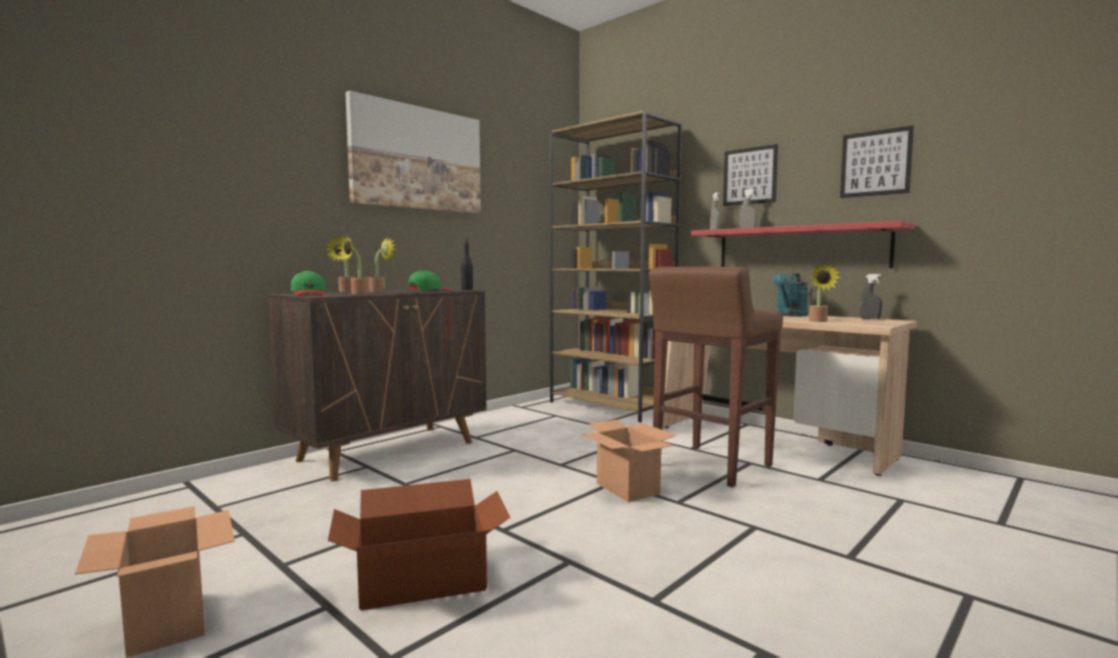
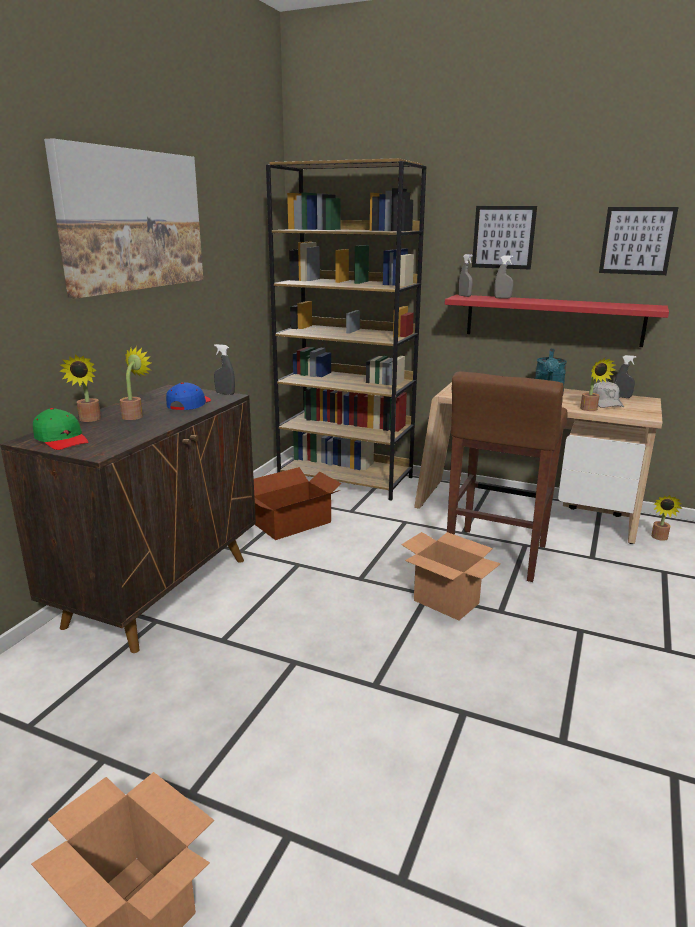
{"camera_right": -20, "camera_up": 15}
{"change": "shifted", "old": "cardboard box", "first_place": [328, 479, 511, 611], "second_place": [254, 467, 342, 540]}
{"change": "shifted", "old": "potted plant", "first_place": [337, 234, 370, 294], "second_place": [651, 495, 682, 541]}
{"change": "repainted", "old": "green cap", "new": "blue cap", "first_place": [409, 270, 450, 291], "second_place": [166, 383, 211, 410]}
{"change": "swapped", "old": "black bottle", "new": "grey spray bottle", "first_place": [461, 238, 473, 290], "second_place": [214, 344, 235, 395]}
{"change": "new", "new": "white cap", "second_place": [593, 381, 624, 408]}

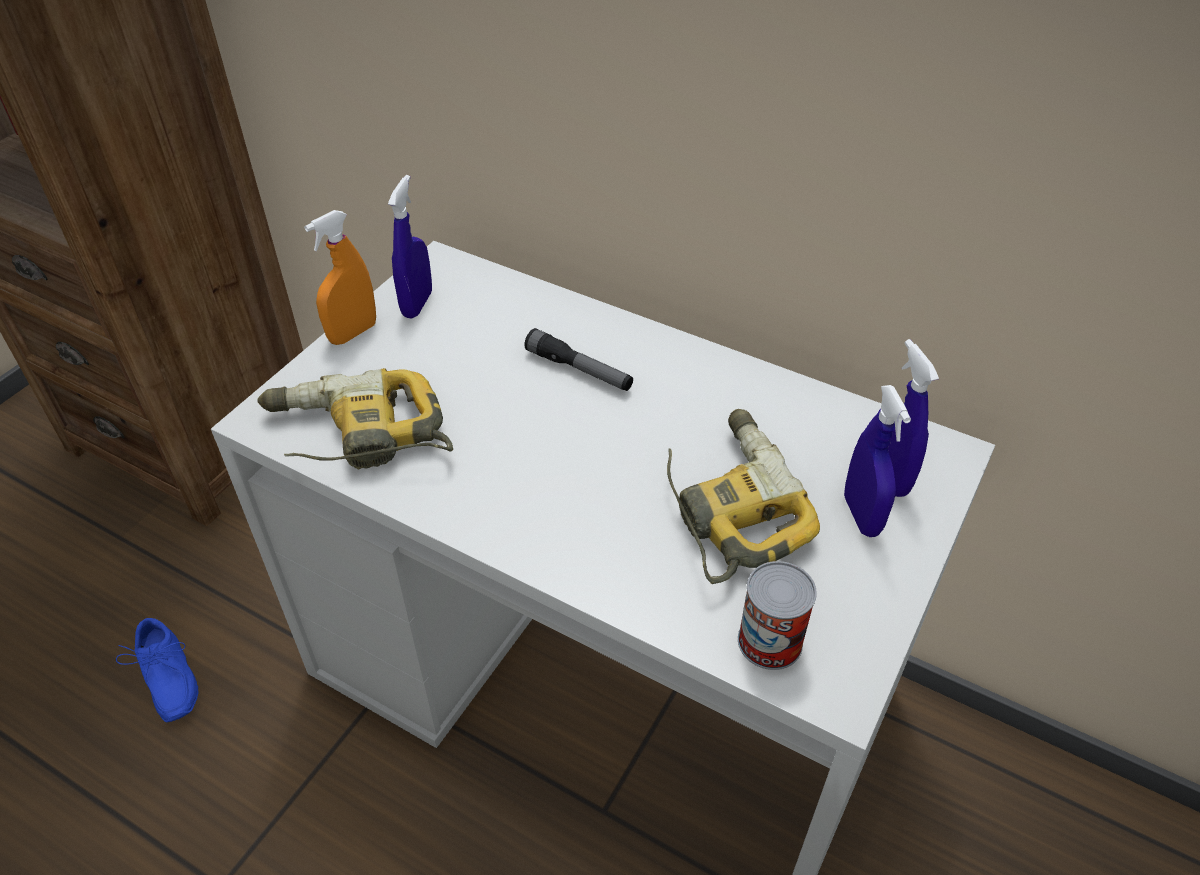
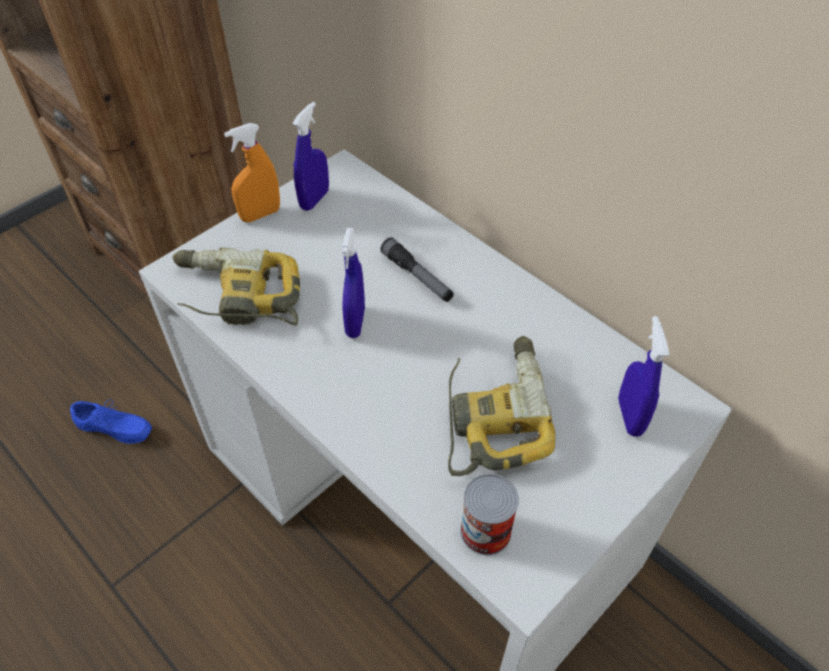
{"camera_right": 15, "camera_up": 5}
{"change": "rotated", "old": "blue shoe", "first_place": [116, 618, 198, 722], "second_place": [70, 399, 152, 444], "degrees": -60}
{"change": "shifted", "old": "blue spray bottle", "first_place": [844, 385, 911, 537], "second_place": [342, 228, 365, 338]}

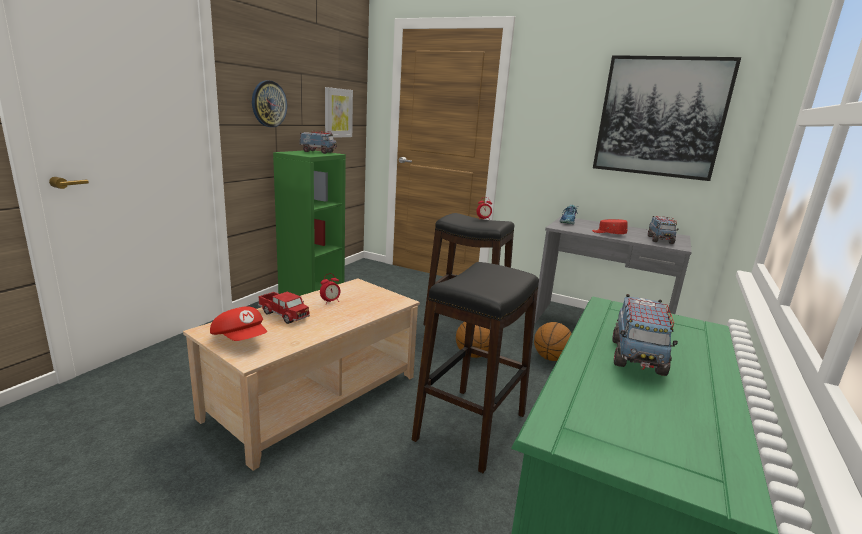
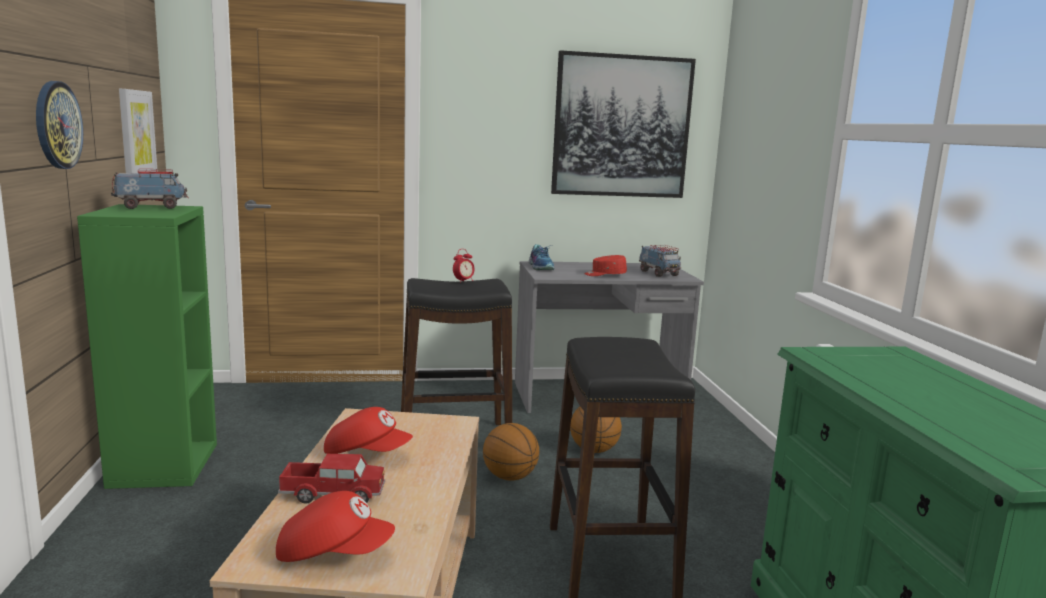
{"camera_right": -35, "camera_up": -5}
{"change": "swapped", "old": "alarm clock", "new": "red cap", "first_place": [320, 273, 341, 304], "second_place": [324, 407, 413, 454]}
{"change": "gone", "old": "toy truck", "first_place": [612, 294, 678, 376]}

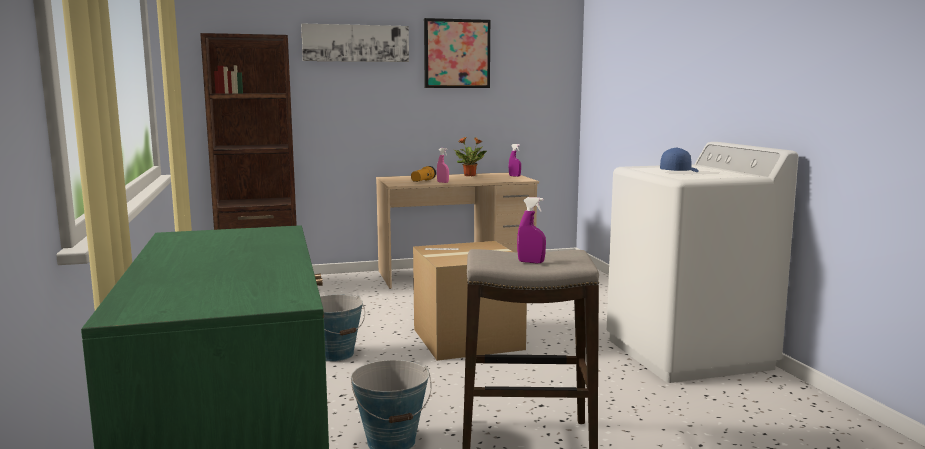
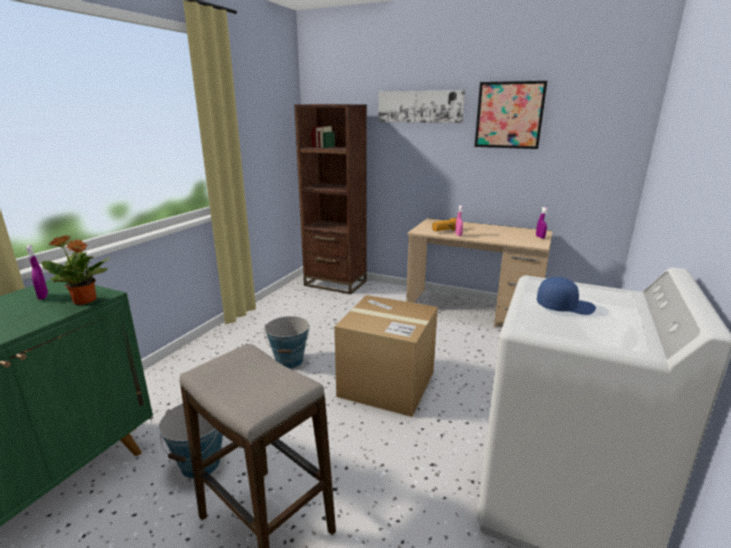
{"camera_right": 40, "camera_up": 10}
{"change": "shifted", "old": "potted plant", "first_place": [454, 137, 487, 176], "second_place": [41, 235, 110, 305]}
{"change": "shifted", "old": "purple spray bottle", "first_place": [517, 197, 546, 264], "second_place": [26, 245, 48, 300]}

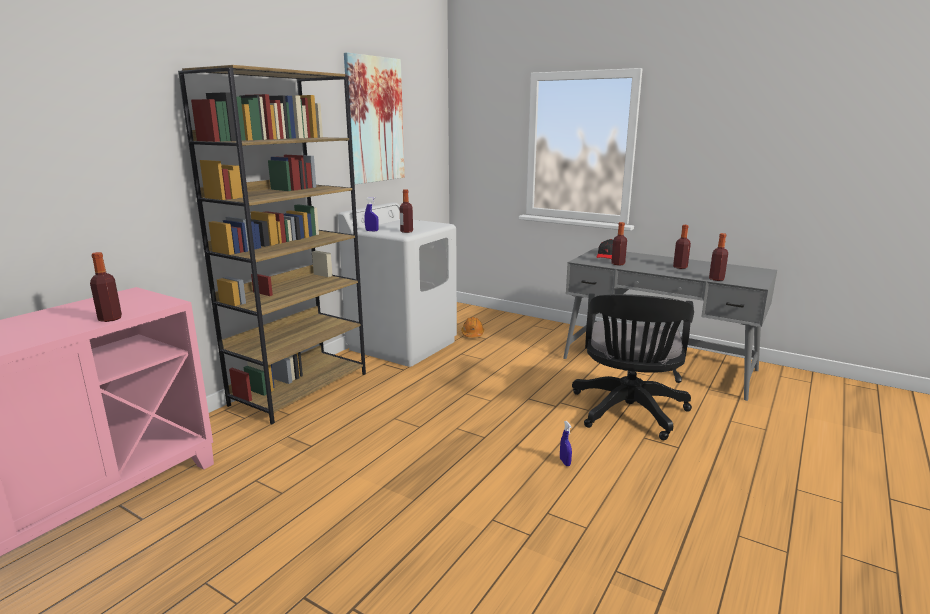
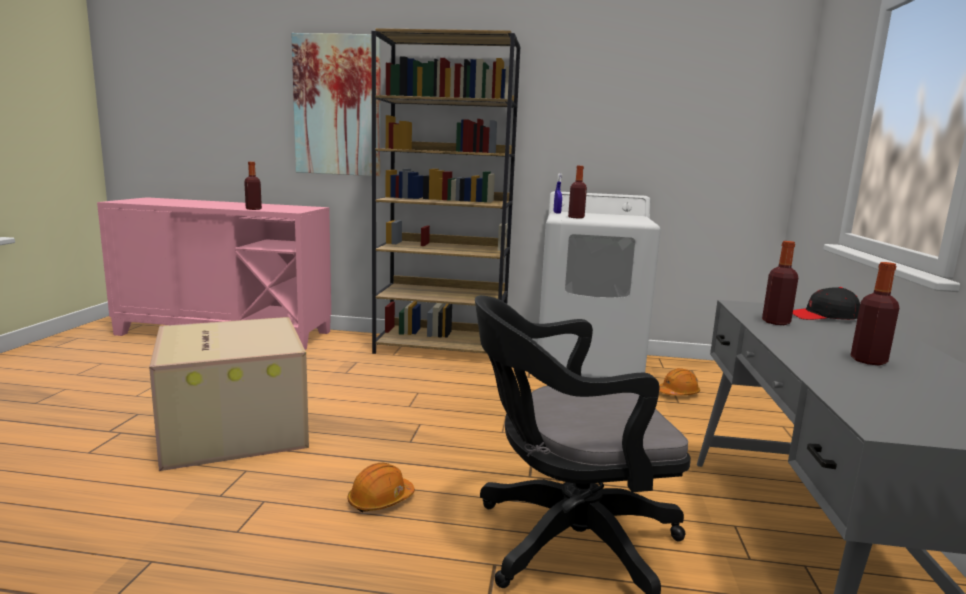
{"camera_right": 65, "camera_up": -5}
{"change": "shifted", "old": "picture", "first_place": [344, 52, 405, 185], "second_place": [291, 33, 381, 176]}
{"change": "swapped", "old": "blue spray bottle", "new": "orange hard hat", "first_place": [560, 421, 572, 466], "second_place": [348, 463, 415, 512]}
{"change": "gone", "old": "bottle", "first_place": [709, 233, 728, 281]}
{"change": "new", "new": "cardboard box", "second_place": [149, 317, 309, 471]}

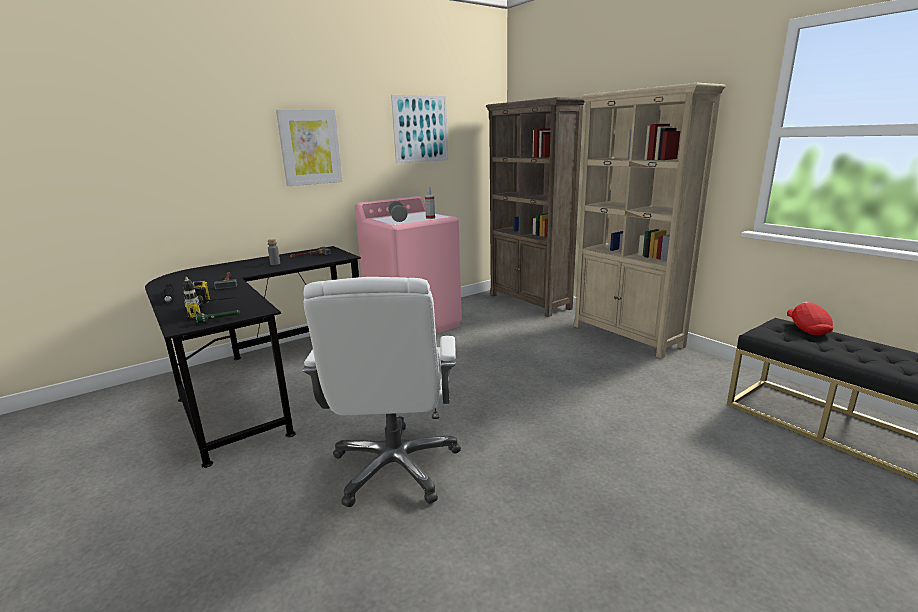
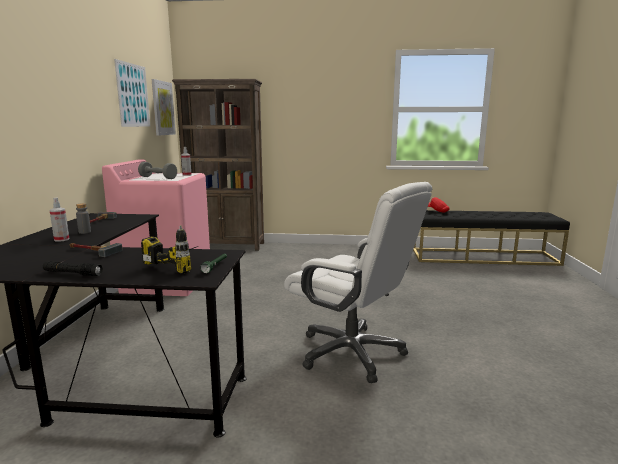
{"camera_right": -50, "camera_up": -5}
{"change": "shifted", "old": "picture", "first_place": [276, 110, 343, 186], "second_place": [152, 79, 176, 136]}
{"change": "gone", "old": "beige bookcase", "first_place": [574, 82, 726, 359]}
{"change": "new", "new": "spray bottle", "second_place": [50, 197, 69, 242]}

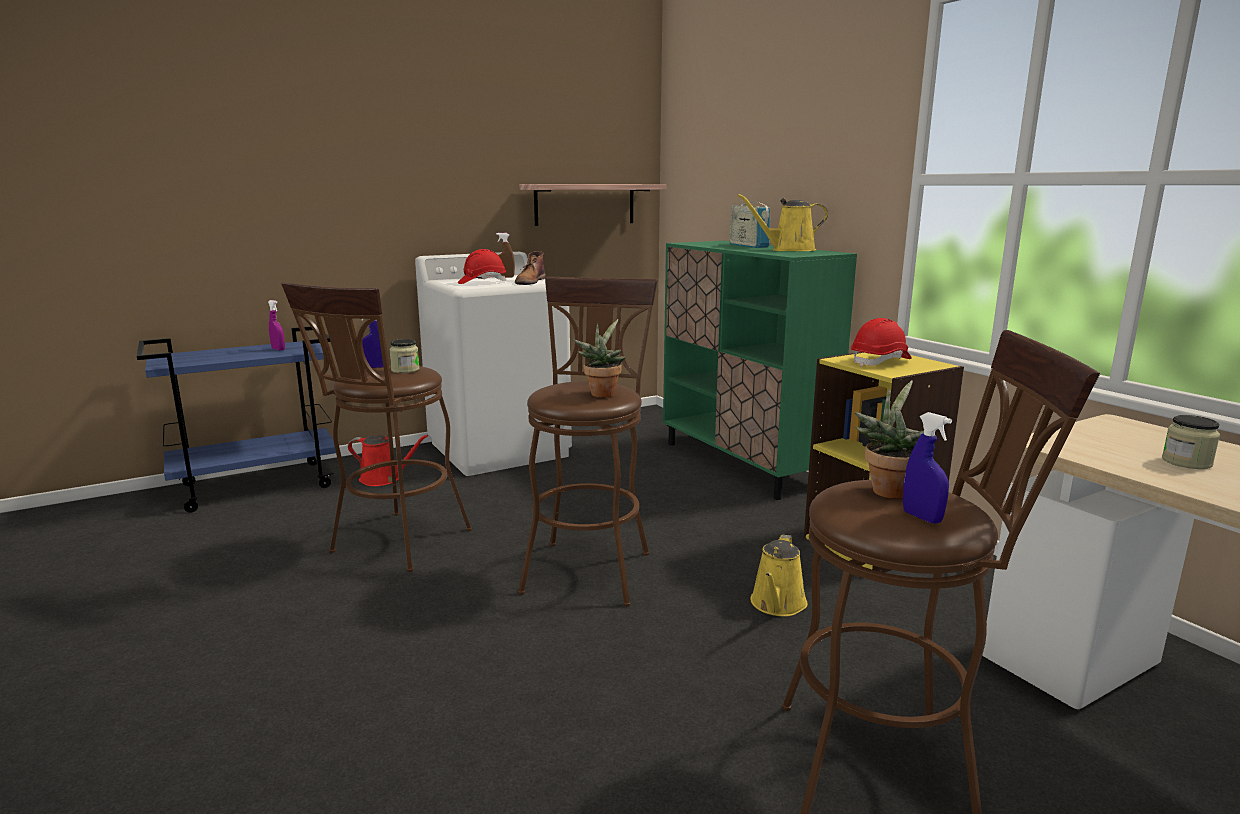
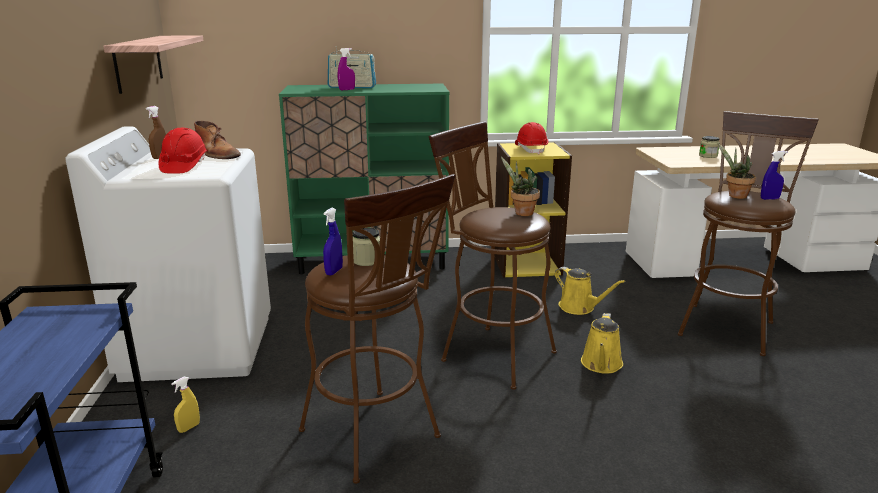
{"camera_right": -65, "camera_up": 5}
{"change": "shifted", "old": "purple spray bottle", "first_place": [268, 300, 285, 351], "second_place": [338, 48, 355, 90]}
{"change": "swapped", "old": "red watering can", "new": "yellow spray bottle", "first_place": [348, 435, 428, 486], "second_place": [171, 377, 200, 433]}
{"change": "shifted", "old": "yellow watering can", "first_place": [737, 194, 828, 251], "second_place": [581, 313, 623, 374]}

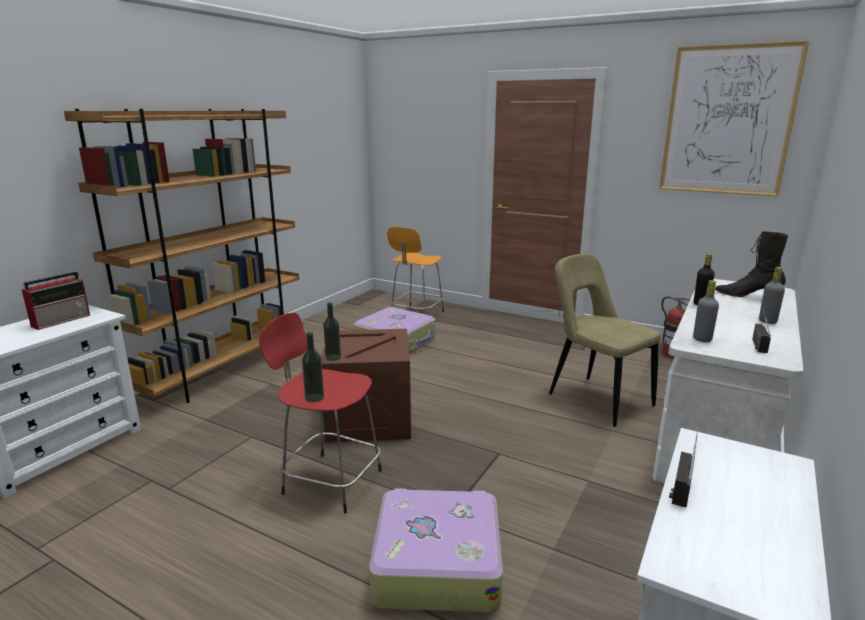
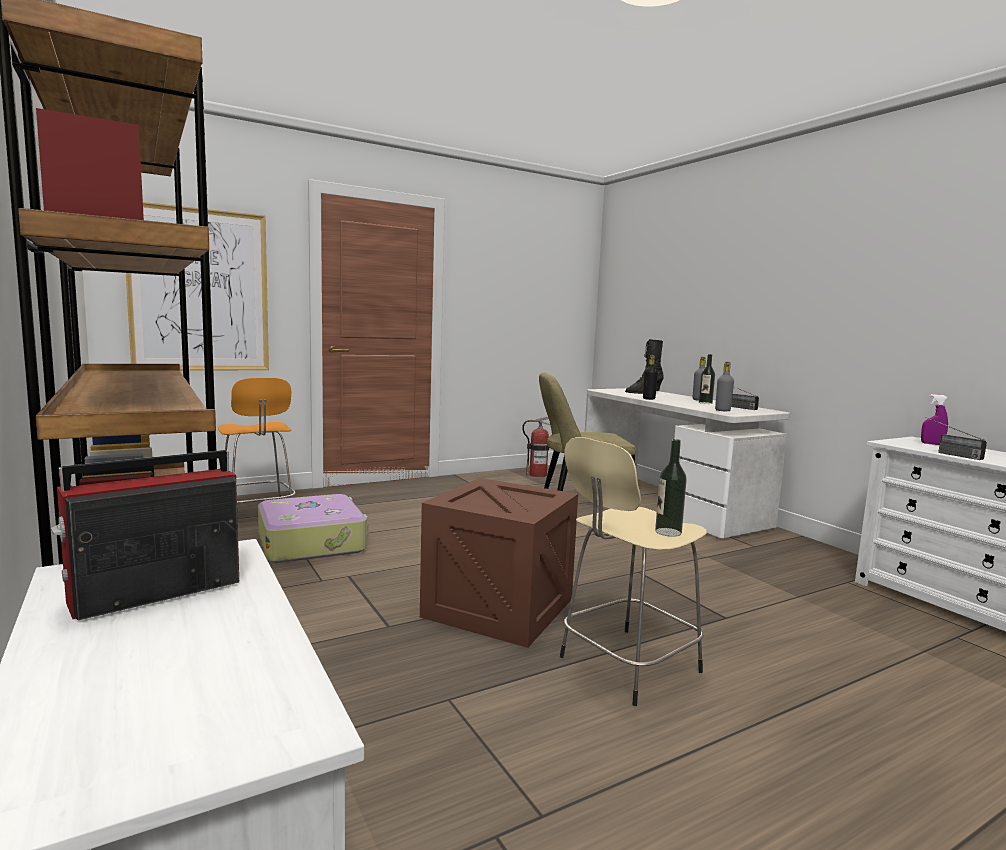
{"camera_right": -60, "camera_up": -10}
{"change": "rotated", "old": "radio", "first_place": [21, 272, 90, 330], "second_place": [51, 450, 239, 620], "degrees": -105}
{"change": "repainted", "old": "red stool", "new": "beige stool", "first_place": [259, 313, 382, 513], "second_place": [560, 437, 707, 706]}
{"change": "shifted", "old": "bottle", "first_place": [323, 302, 341, 361], "second_place": [699, 354, 715, 404]}
{"change": "gone", "old": "suitcase", "first_place": [369, 488, 503, 612]}
{"change": "shifted", "old": "picture", "first_place": [659, 41, 809, 196], "second_place": [126, 202, 269, 371]}
{"change": "new", "new": "purple spray bottle", "second_place": [921, 394, 948, 445]}

